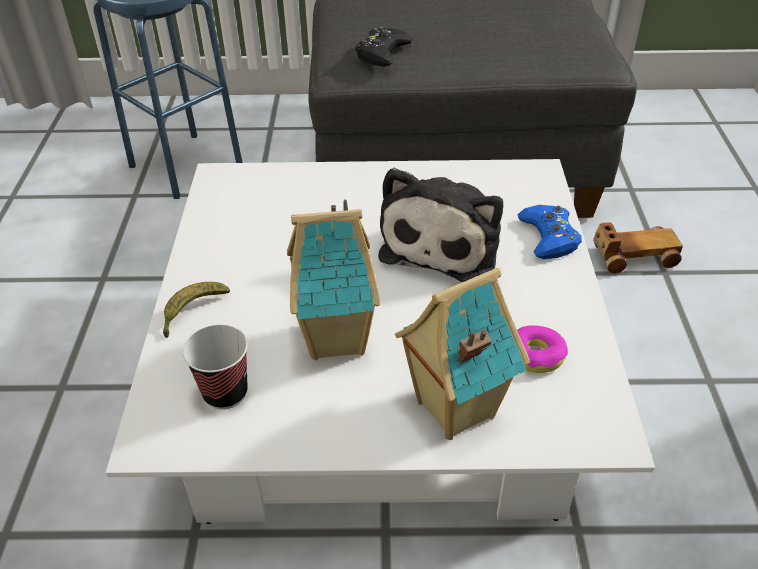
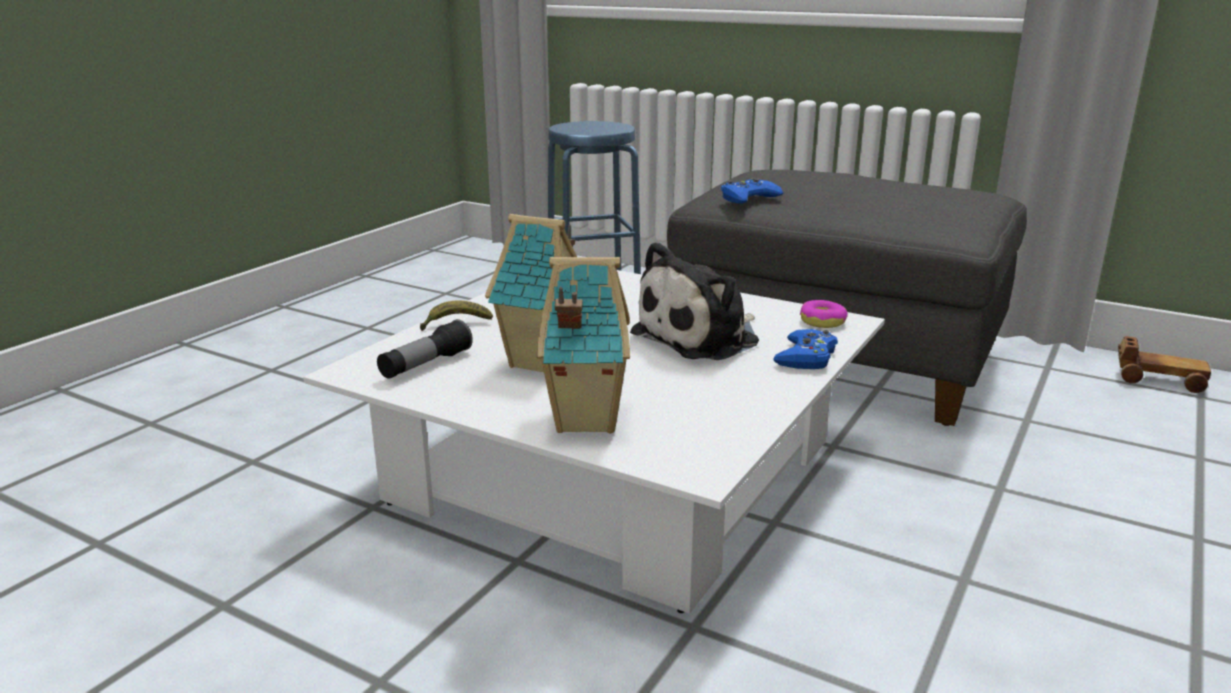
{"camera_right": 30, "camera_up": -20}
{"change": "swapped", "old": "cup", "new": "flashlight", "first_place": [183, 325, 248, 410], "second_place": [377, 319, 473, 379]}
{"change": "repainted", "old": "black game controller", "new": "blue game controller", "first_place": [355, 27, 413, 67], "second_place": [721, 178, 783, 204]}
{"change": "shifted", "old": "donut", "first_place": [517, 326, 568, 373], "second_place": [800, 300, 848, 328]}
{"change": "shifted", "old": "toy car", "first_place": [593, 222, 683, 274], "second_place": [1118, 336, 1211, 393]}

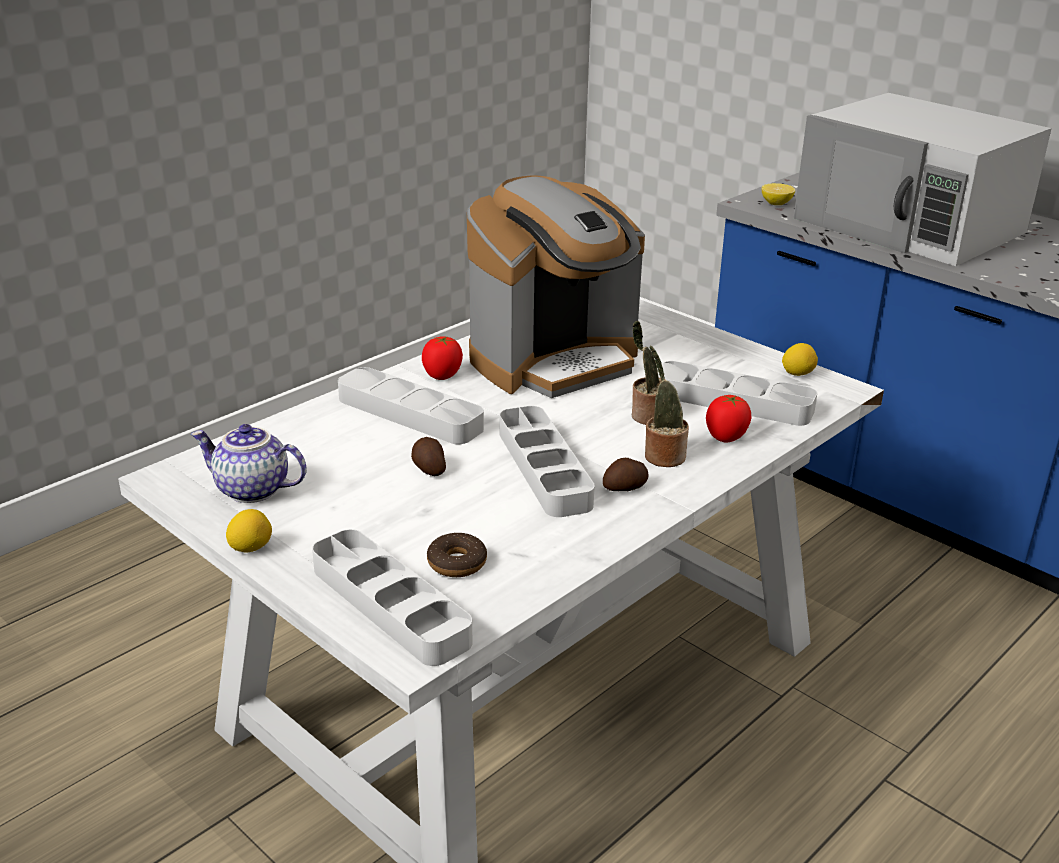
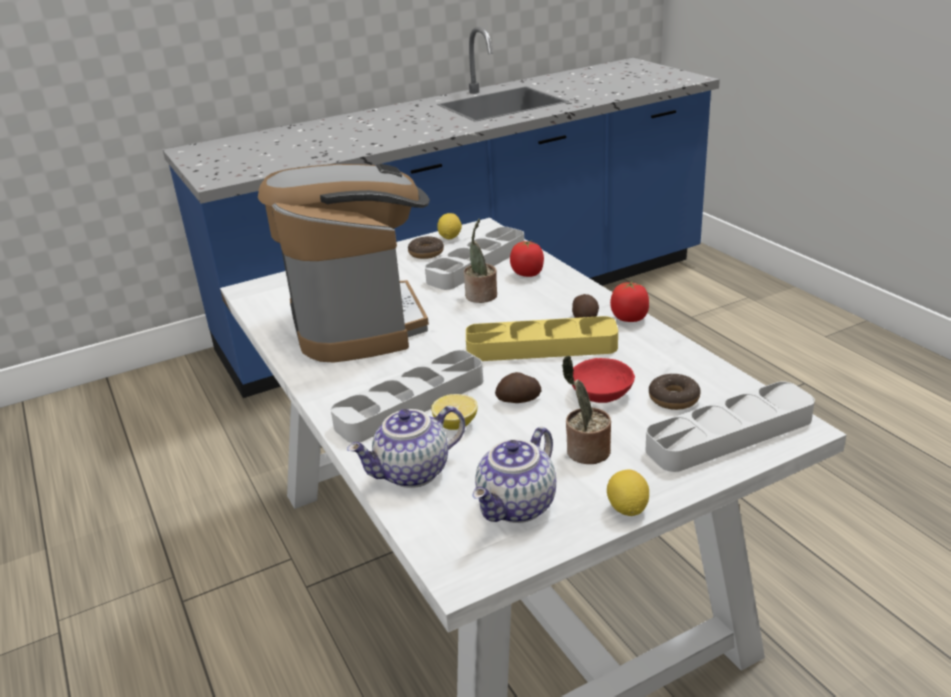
{"camera_right": -70, "camera_up": 0}
{"change": "shifted", "old": "tomato", "first_place": [422, 336, 463, 380], "second_place": [610, 280, 649, 322]}
{"change": "repainted", "old": "grey tray", "new": "yellow tray", "first_place": [499, 406, 595, 517], "second_place": [466, 316, 618, 361]}
{"change": "shifted", "old": "potted plant", "first_place": [645, 346, 689, 467], "second_place": [562, 355, 611, 464]}
{"change": "shifted", "old": "lemon", "first_place": [761, 183, 795, 205], "second_place": [431, 394, 478, 430]}
{"change": "gone", "old": "white microwave", "first_place": [794, 93, 1052, 266]}
{"change": "new", "new": "teapot", "second_place": [347, 406, 465, 488]}
{"change": "new", "new": "donut", "second_place": [408, 236, 444, 259]}
{"change": "new", "new": "red bowl", "second_place": [572, 358, 635, 403]}

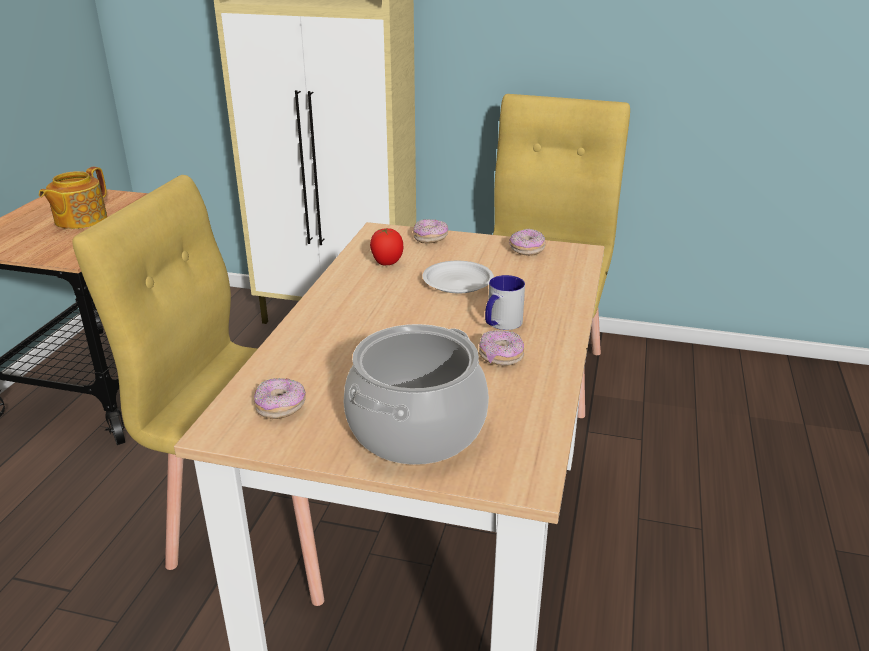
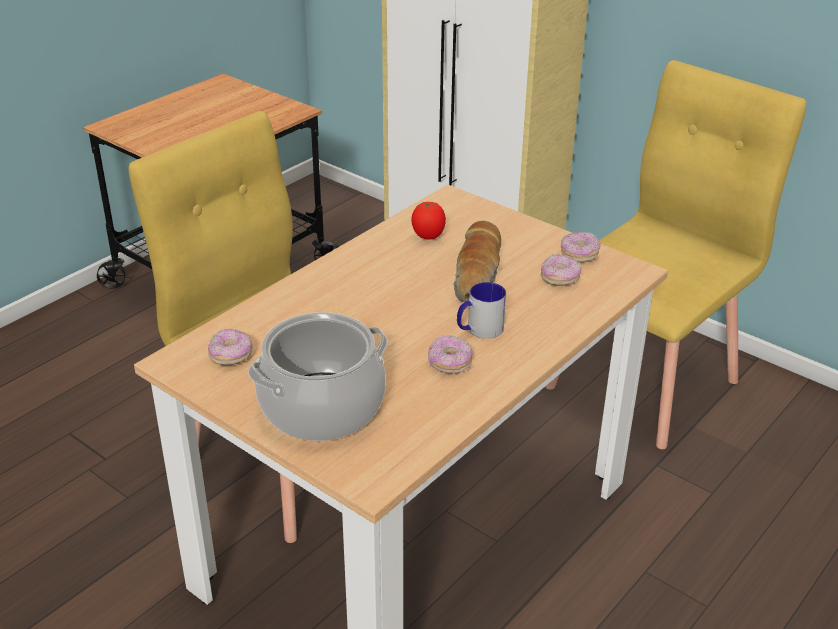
{"camera_right": 25, "camera_up": 5}
{"change": "gone", "old": "teapot", "first_place": [39, 167, 107, 229]}
{"change": "shifted", "old": "donut", "first_place": [413, 219, 448, 244], "second_place": [541, 254, 582, 286]}
{"change": "swapped", "old": "white plate", "new": "bread", "first_place": [422, 261, 494, 293], "second_place": [453, 221, 501, 302]}

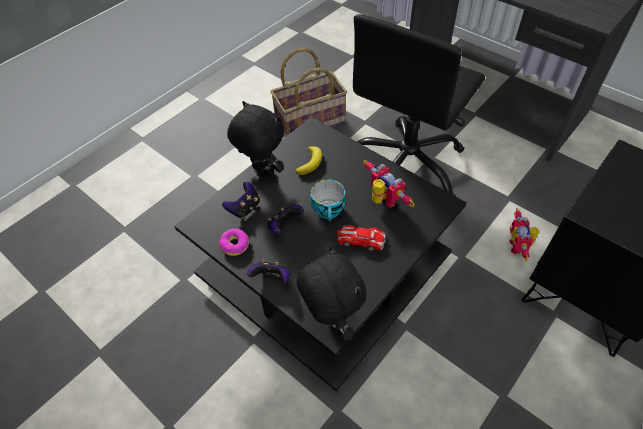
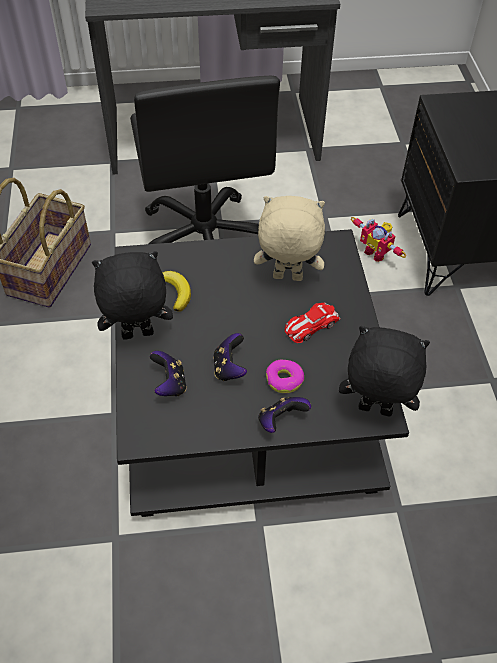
{"camera_right": -50, "camera_up": 0}
{"change": "shifted", "old": "donut", "first_place": [219, 229, 249, 256], "second_place": [266, 360, 304, 393]}
{"change": "gone", "old": "cup", "first_place": [310, 179, 346, 221]}
{"change": "swapped", "old": "toy robot", "new": "beige plush toy", "first_place": [363, 160, 415, 208], "second_place": [254, 196, 325, 281]}

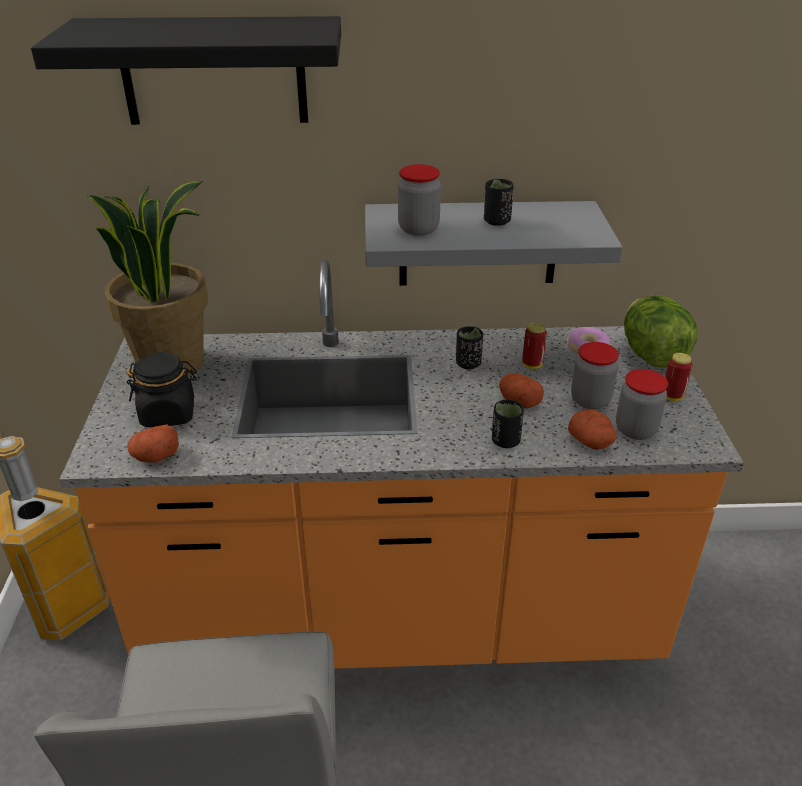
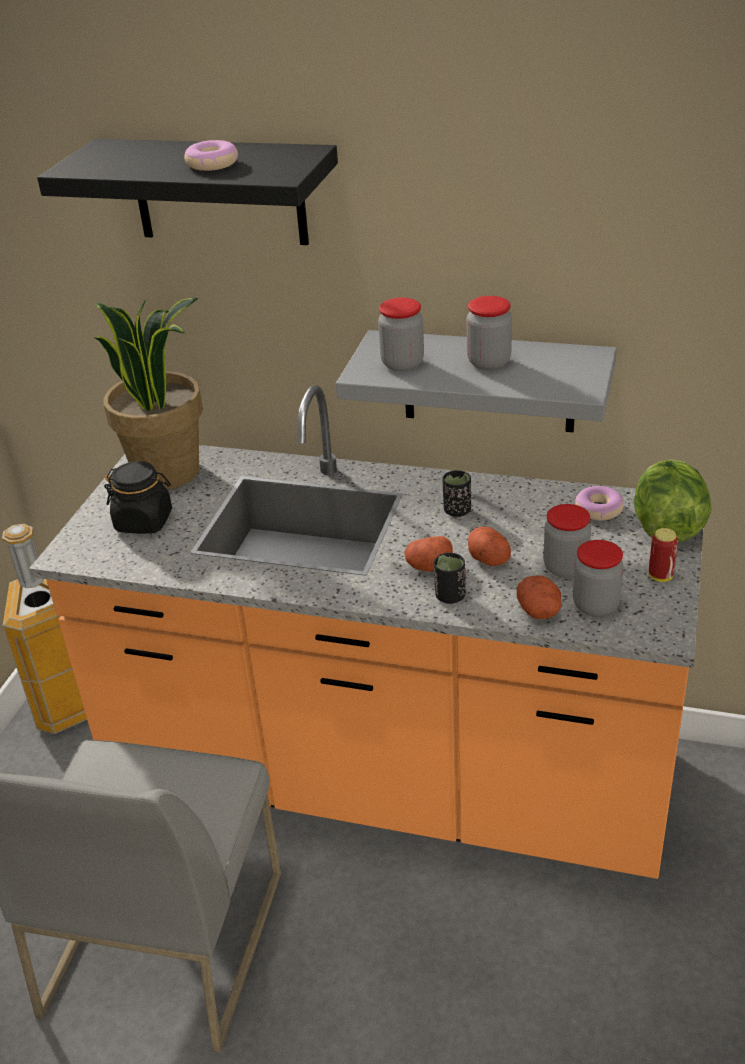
{"camera_right": 20, "camera_up": 0}
{"change": "shifted", "old": "potato", "first_place": [127, 424, 179, 462], "second_place": [404, 536, 453, 572]}
{"change": "swapped", "old": "black cup", "new": "jar", "first_place": [484, 179, 514, 226], "second_place": [467, 296, 512, 370]}
{"change": "gone", "old": "can", "first_place": [522, 323, 547, 369]}
{"change": "new", "new": "donut", "second_place": [184, 140, 238, 171]}

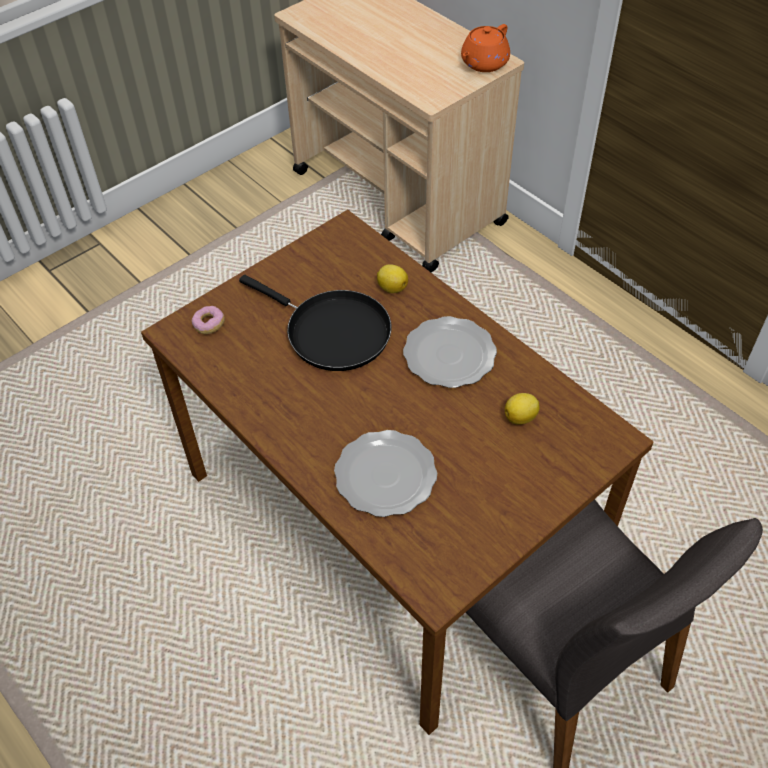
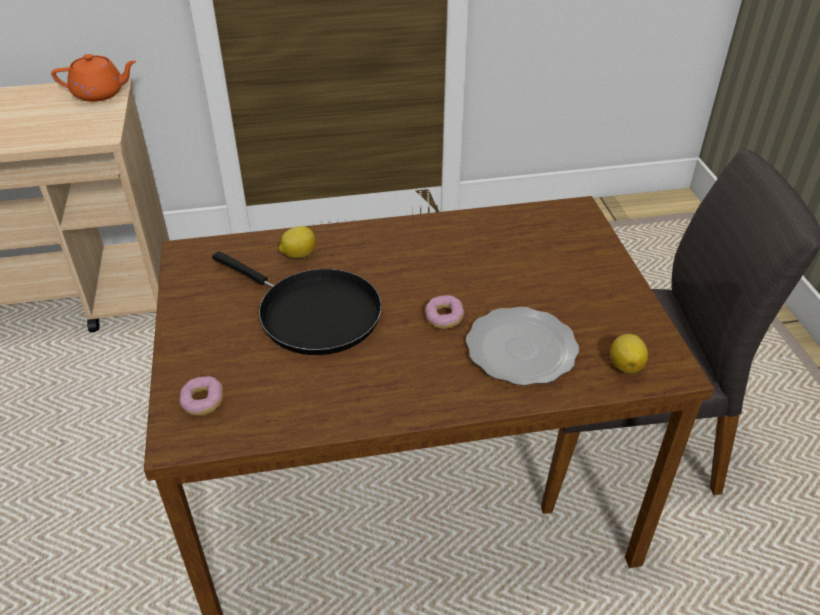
{"camera_right": -60, "camera_up": -10}
{"change": "rotated", "old": "black frying pan", "first_place": [239, 275, 391, 371], "second_place": [212, 251, 382, 355], "degrees": 60}
{"change": "gone", "old": "plate", "first_place": [403, 316, 497, 388]}
{"change": "rotated", "old": "orange teapot", "first_place": [461, 24, 510, 72], "second_place": [51, 54, 136, 102], "degrees": -75}
{"change": "shifted", "old": "lemon", "first_place": [505, 393, 540, 425], "second_place": [610, 334, 648, 373]}
{"change": "new", "new": "donut", "second_place": [425, 295, 464, 329]}

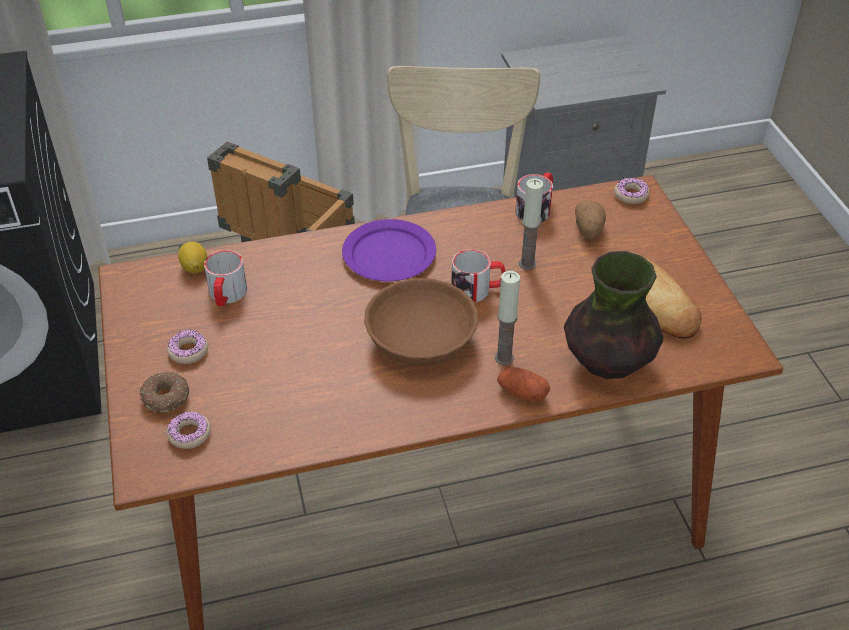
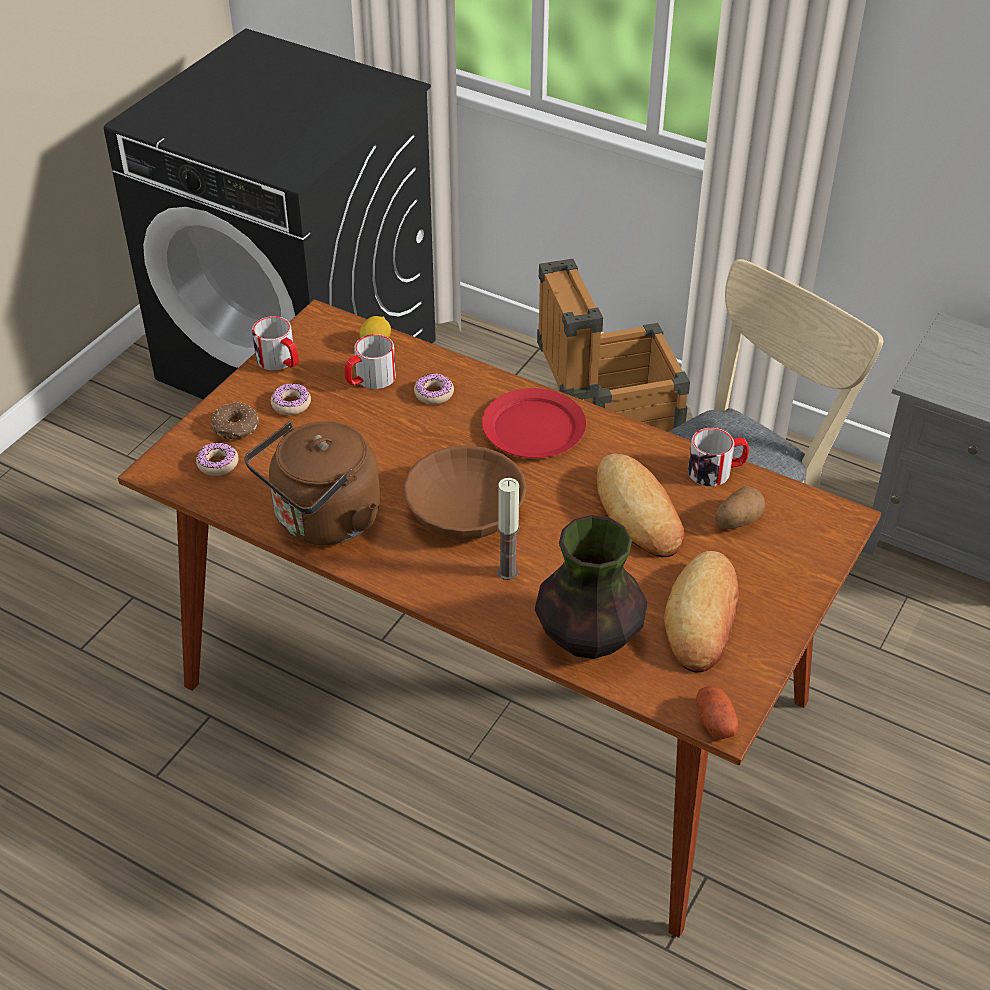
{"camera_right": 45, "camera_up": 0}
{"change": "repainted", "old": "purple plate", "new": "red plate", "first_place": [342, 219, 436, 281], "second_place": [482, 388, 586, 458]}
{"change": "shifted", "old": "mug", "first_place": [452, 249, 505, 302], "second_place": [252, 316, 299, 370]}
{"change": "shifted", "old": "potato", "first_place": [497, 367, 550, 402], "second_place": [696, 686, 739, 739]}
{"change": "swapped", "old": "candle", "new": "bread", "first_place": [519, 179, 544, 270], "second_place": [597, 453, 685, 557]}
{"change": "shifted", "old": "donut", "first_place": [614, 178, 649, 204], "second_place": [414, 373, 454, 404]}
{"change": "new", "new": "brown kettle", "second_place": [245, 421, 380, 545]}

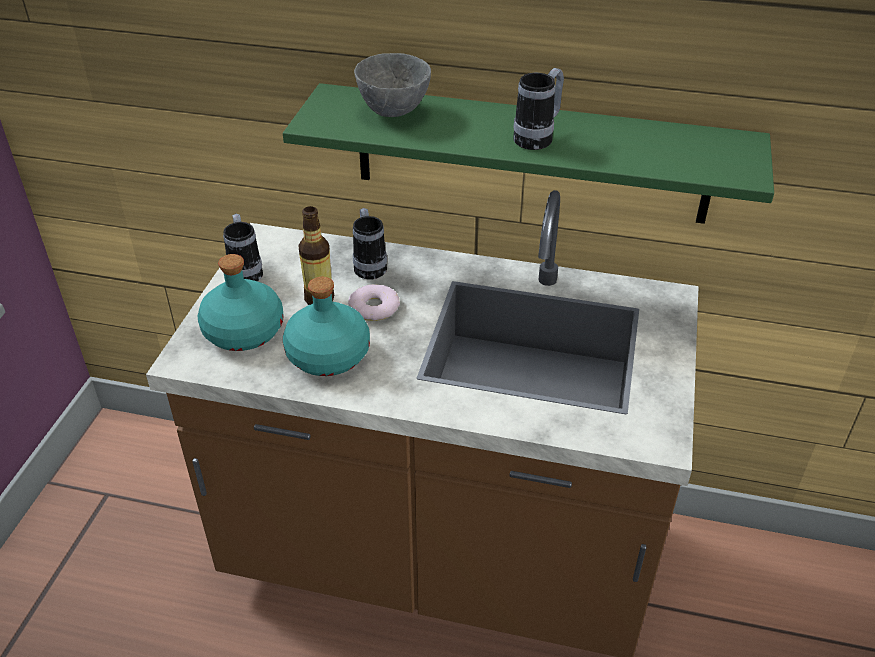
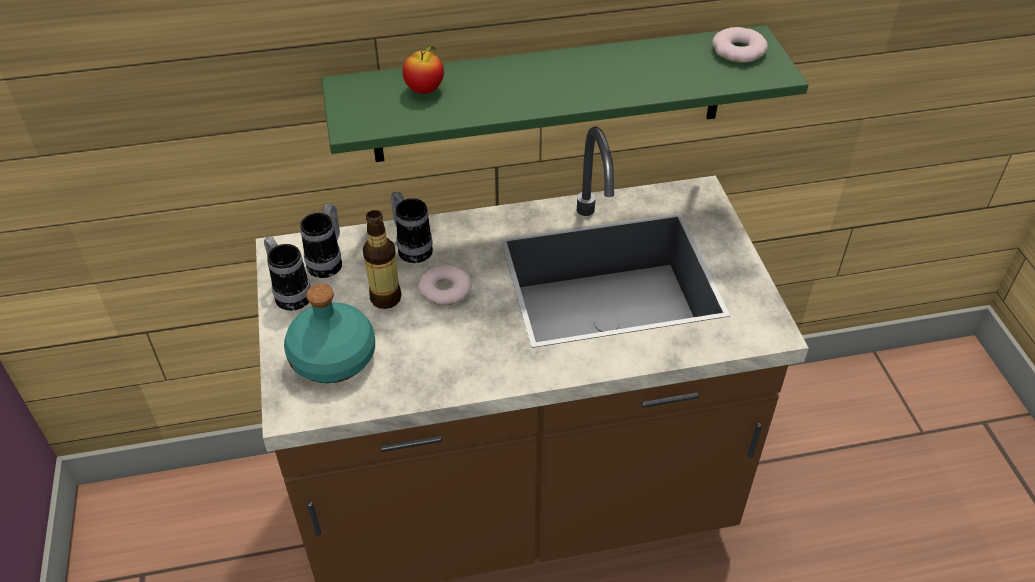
{"camera_right": -25, "camera_up": 5}
{"change": "gone", "old": "turquoise bottle", "first_place": [283, 277, 370, 376]}
{"change": "swapped", "old": "grey bowl", "new": "apple", "first_place": [354, 53, 431, 117], "second_place": [402, 45, 444, 94]}
{"change": "shifted", "old": "mug", "first_place": [513, 68, 564, 150], "second_place": [300, 203, 342, 278]}
{"change": "new", "new": "donut", "second_place": [712, 27, 768, 63]}

